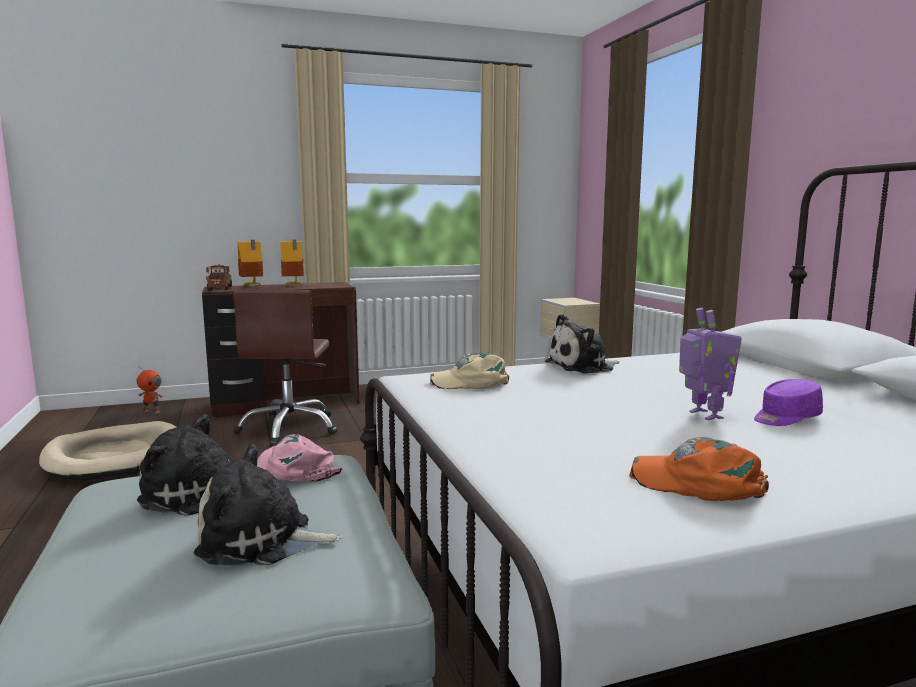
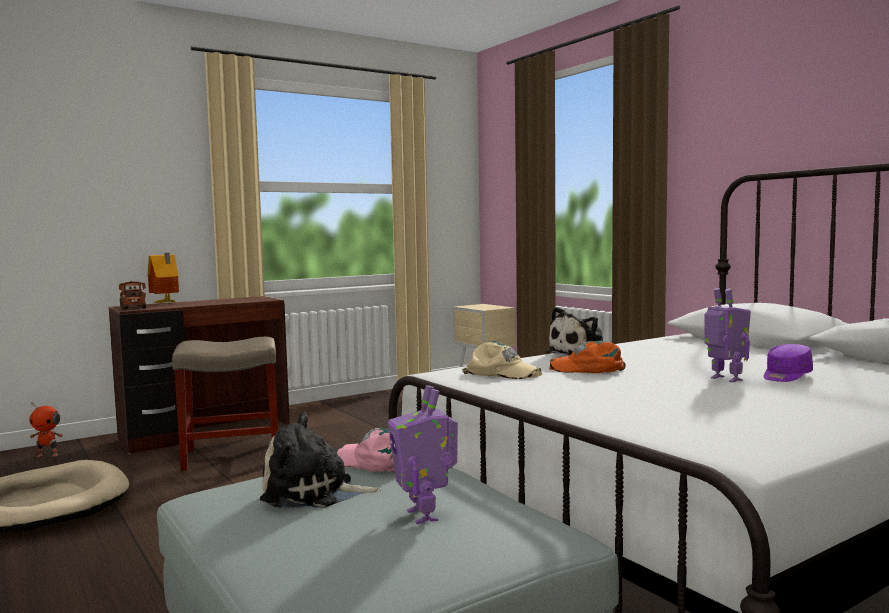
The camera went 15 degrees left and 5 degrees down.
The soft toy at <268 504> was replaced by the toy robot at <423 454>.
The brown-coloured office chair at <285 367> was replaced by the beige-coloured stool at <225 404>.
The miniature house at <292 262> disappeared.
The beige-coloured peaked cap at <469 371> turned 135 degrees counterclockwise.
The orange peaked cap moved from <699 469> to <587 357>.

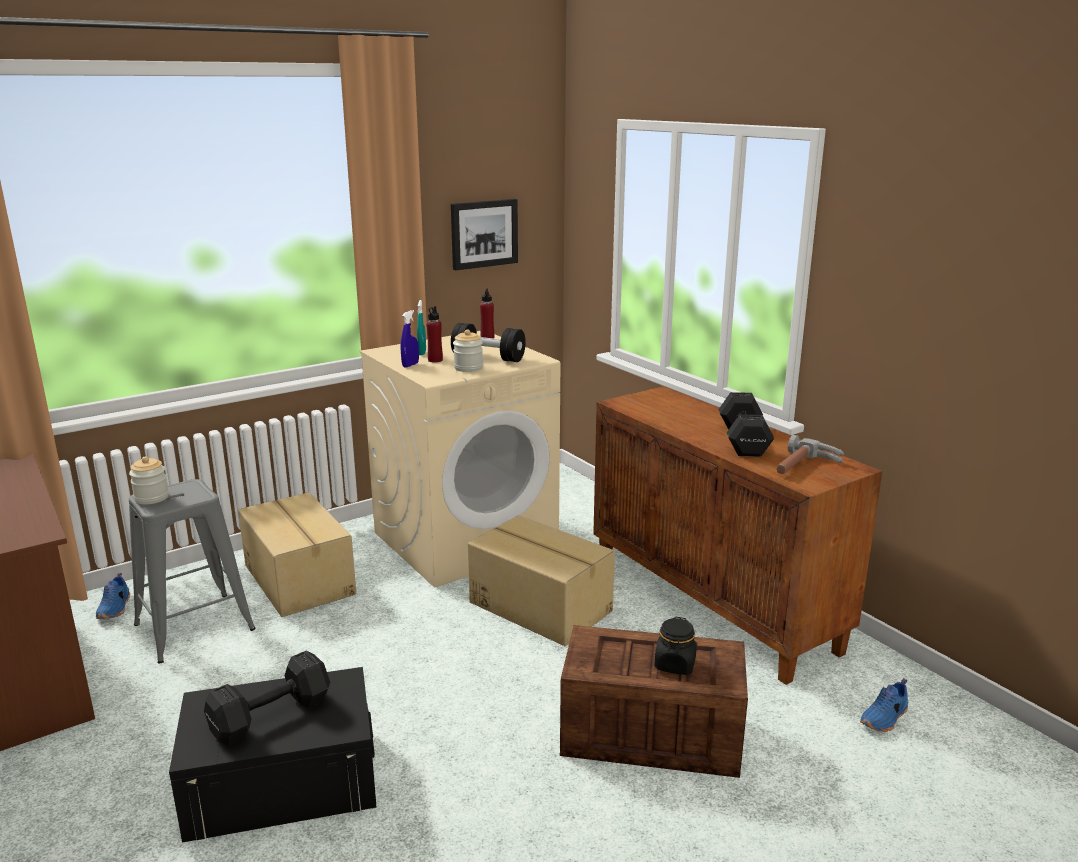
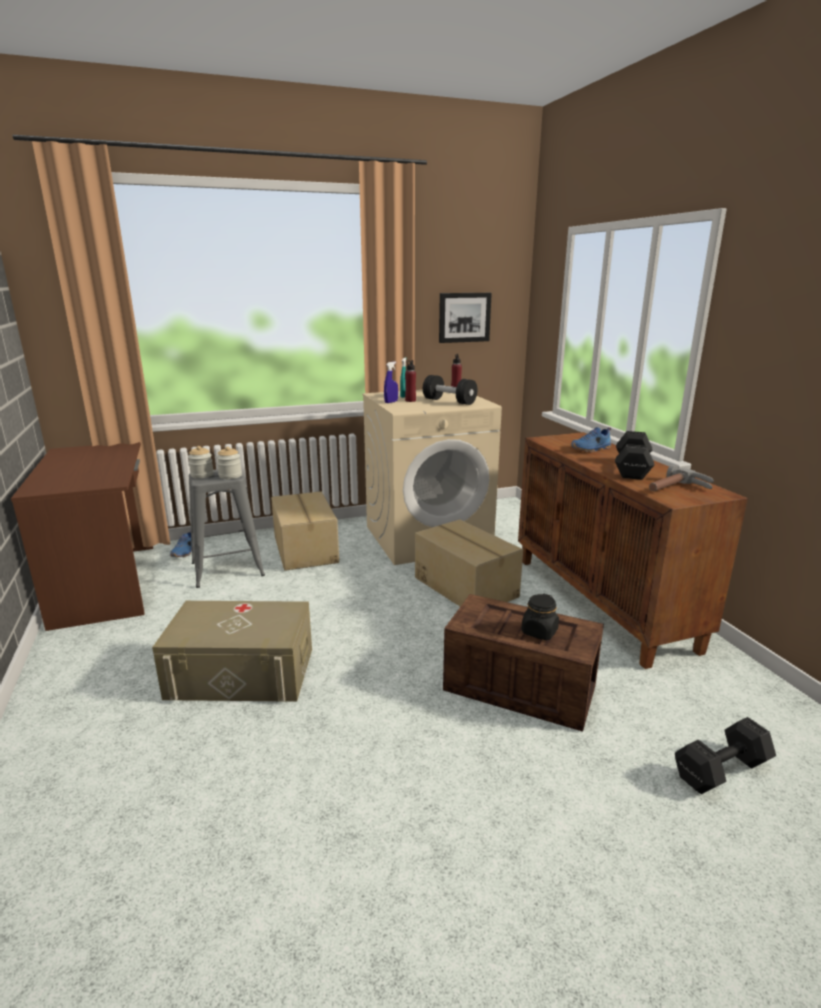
The camera went 15 degrees right and 0 degrees up.
The black-coloured storage box at <272 755> became the beige-coloured storage box at <232 651>.
The black-coloured free weight moved from <267 698> to <725 755>.
The storage jar moved from <468 350> to <229 462>.
The bluish shoe moved from <884 705> to <591 440>.

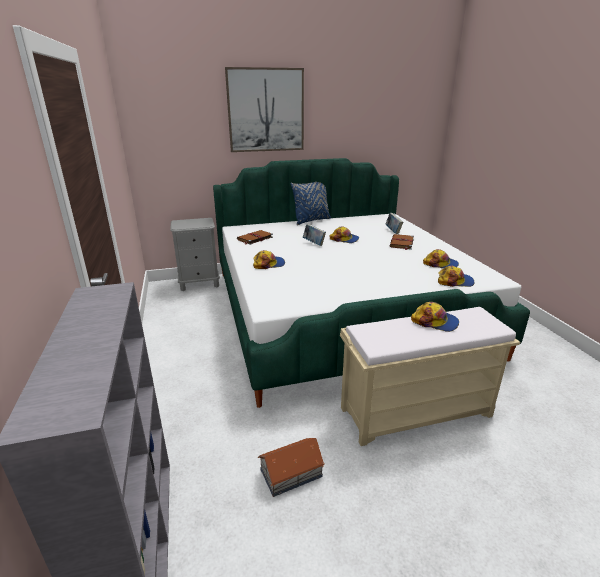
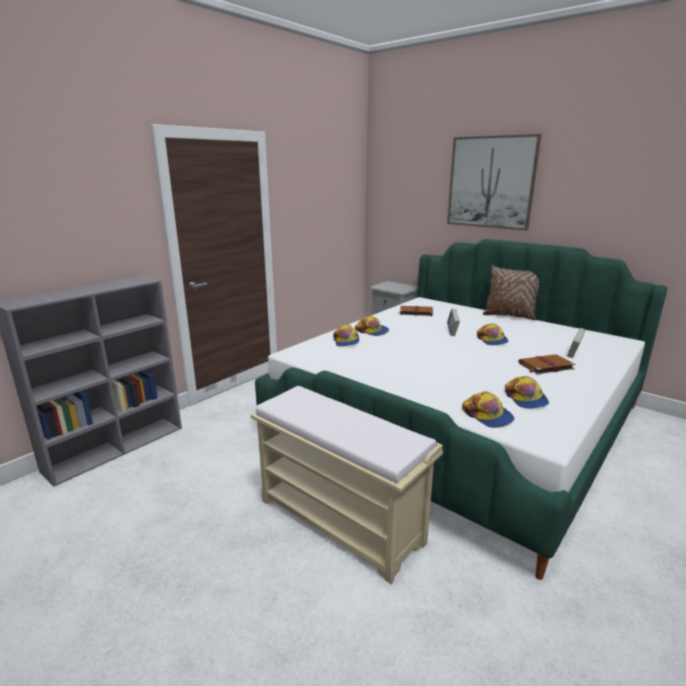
The camera went 55 degrees right and 5 degrees down.
The miniature house at <291 467> disappeared.
The bluish throw pillow at <310 203> became the brown-coloured throw pillow at <511 292>.
The peaked cap moved from <435 317> to <346 335>.

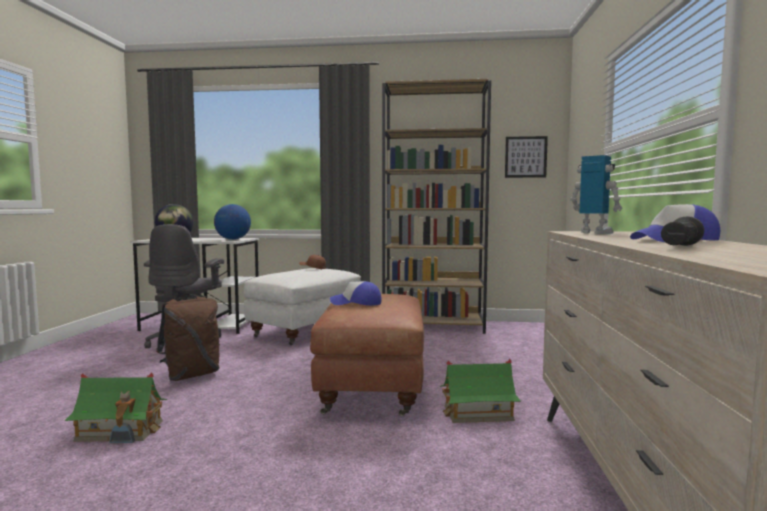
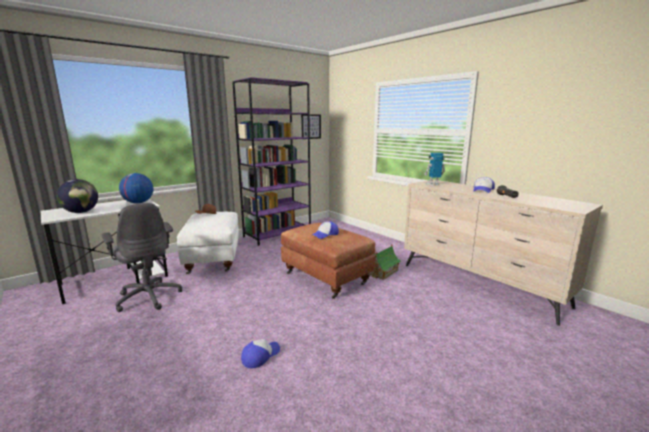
The camera went 45 degrees left and 10 degrees up.
The miniature house at <116 408> was replaced by the peaked cap at <260 353>.
The brown-coloured rucksack at <188 338> disappeared.
The brown-coloured bookcase at <436 206> became the purple-coloured bookcase at <271 161>.

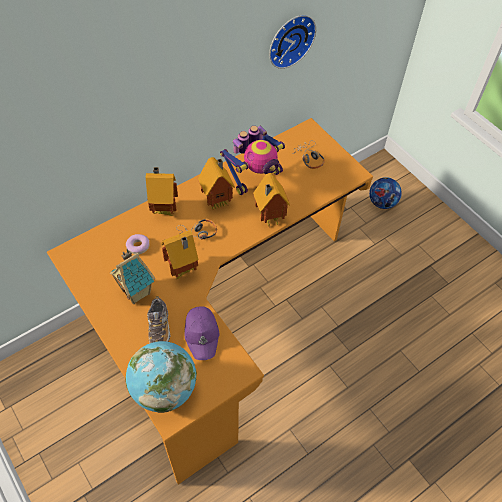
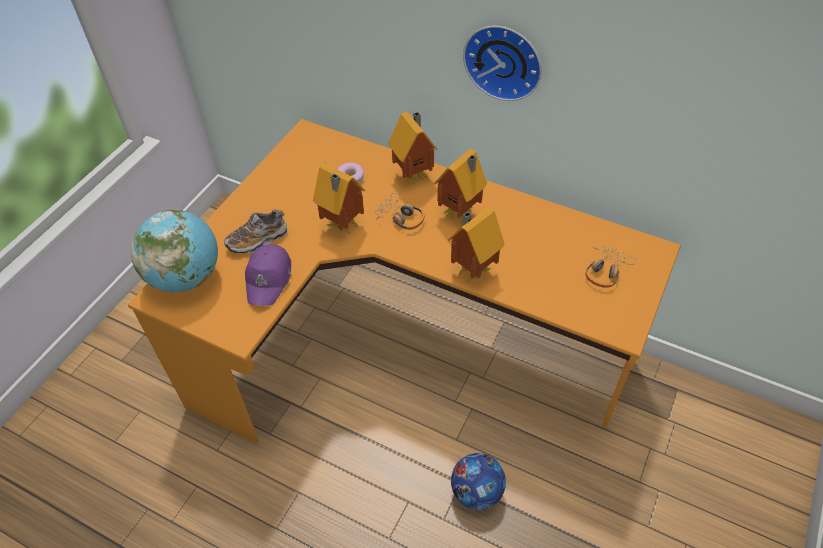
The camera went 65 degrees right and 5 degrees down.
The miniature house at <132 276> disappeared.
The purple-coloured peaked cap at <201 333> turned 45 degrees counterclockwise.
The toy robot at <252 160> disappeared.
The clock on the wall moved from <292 42> to <502 63>.
The ball for football moved from <385 193> to <478 481>.

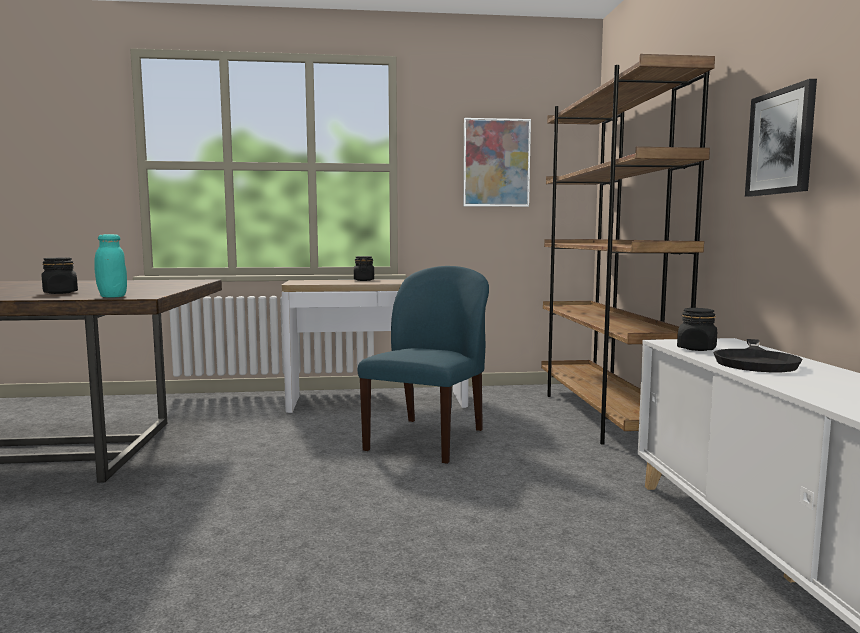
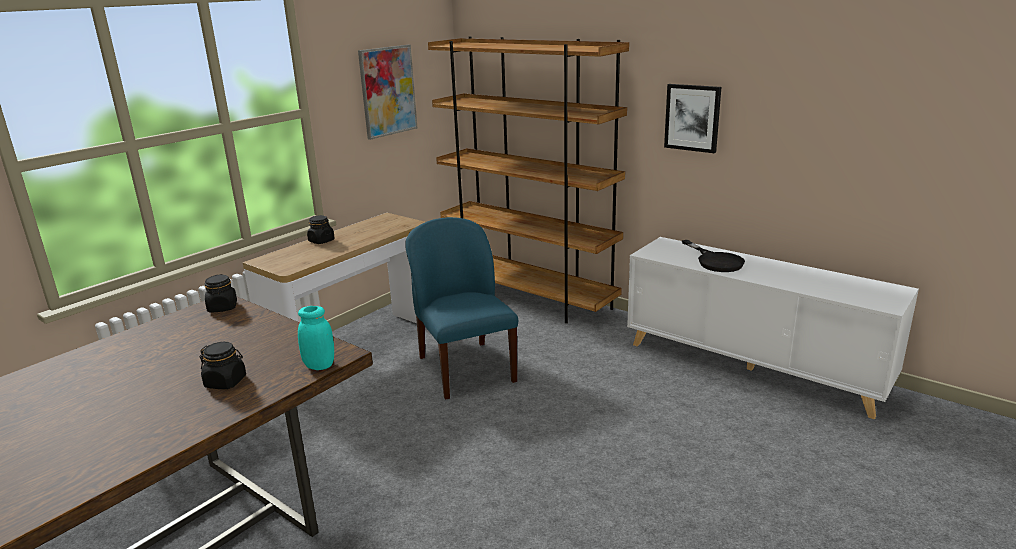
The camera went 45 degrees left and 15 degrees up.
The black-coloured storage jar moved from <697 329> to <220 293>.

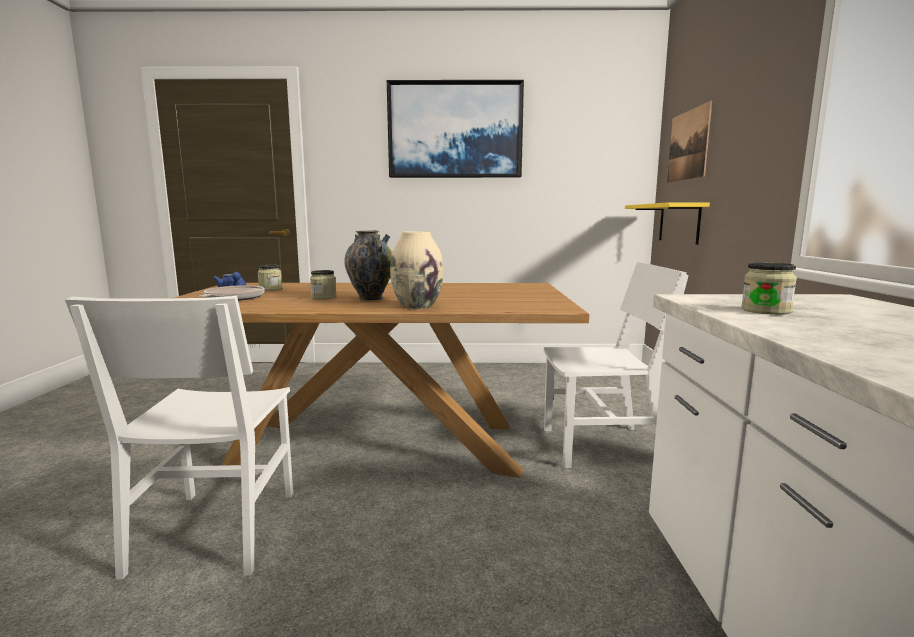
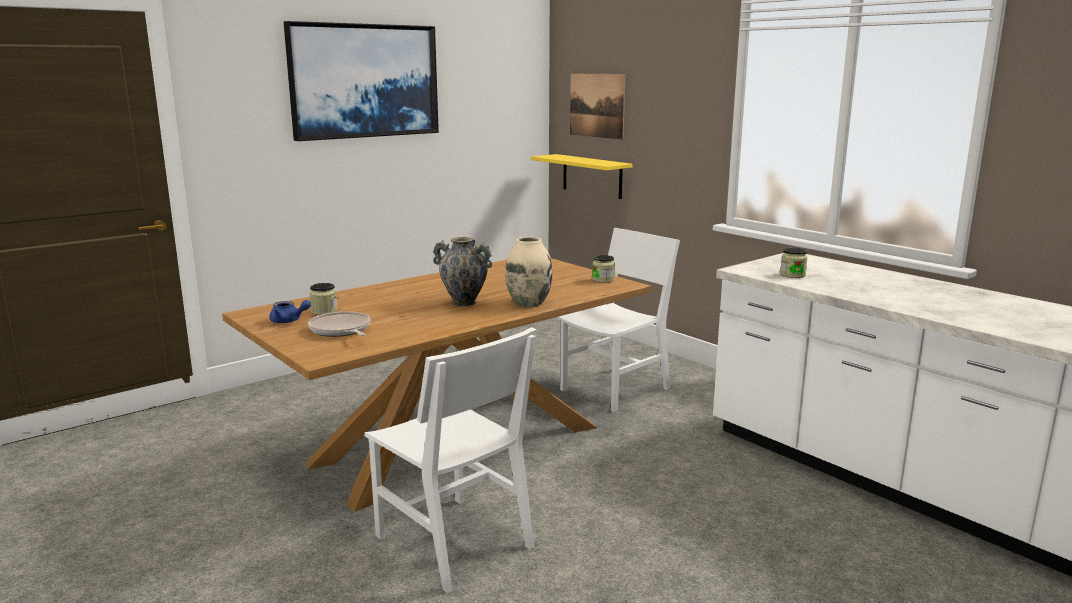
The camera went 40 degrees left and 5 degrees up.
The storage jar moved from <323 284> to <603 269>.

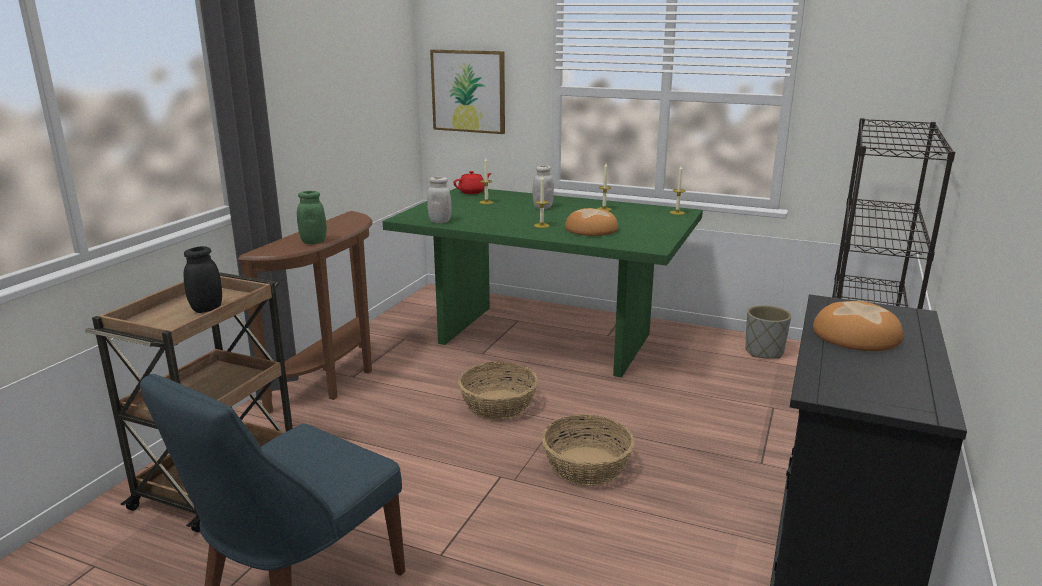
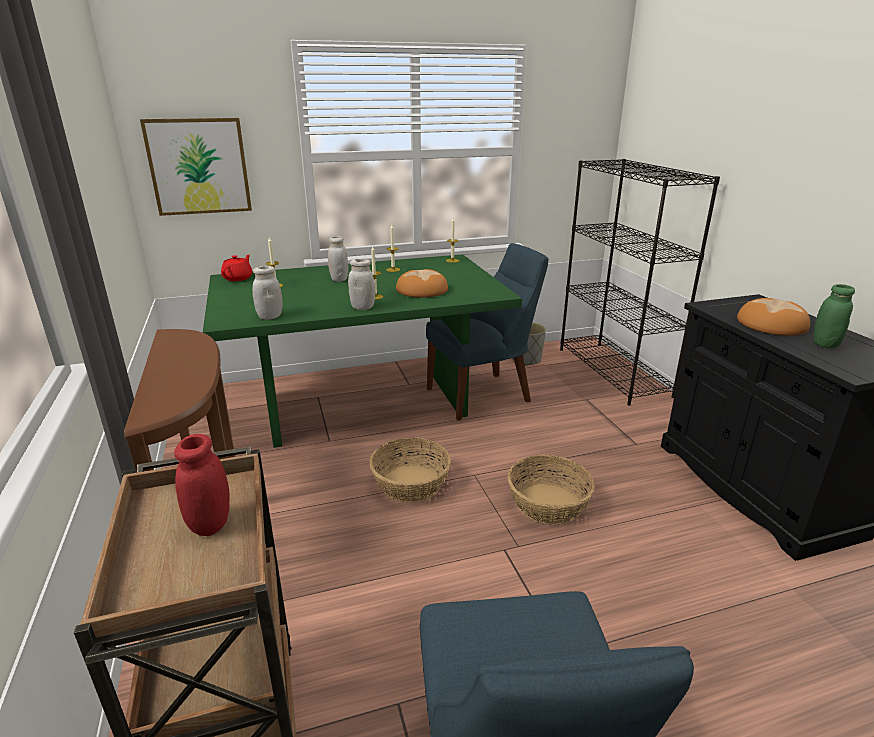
The camera went 40 degrees left and 5 degrees up.
The black-coloured storage jar at <203 279> became the reddish storage jar at <202 485>.
The greenish storage jar moved from <312 217> to <834 316>.
The white storage jar at <361 284> appeared.
The bluish upright chair at <487 332> appeared.

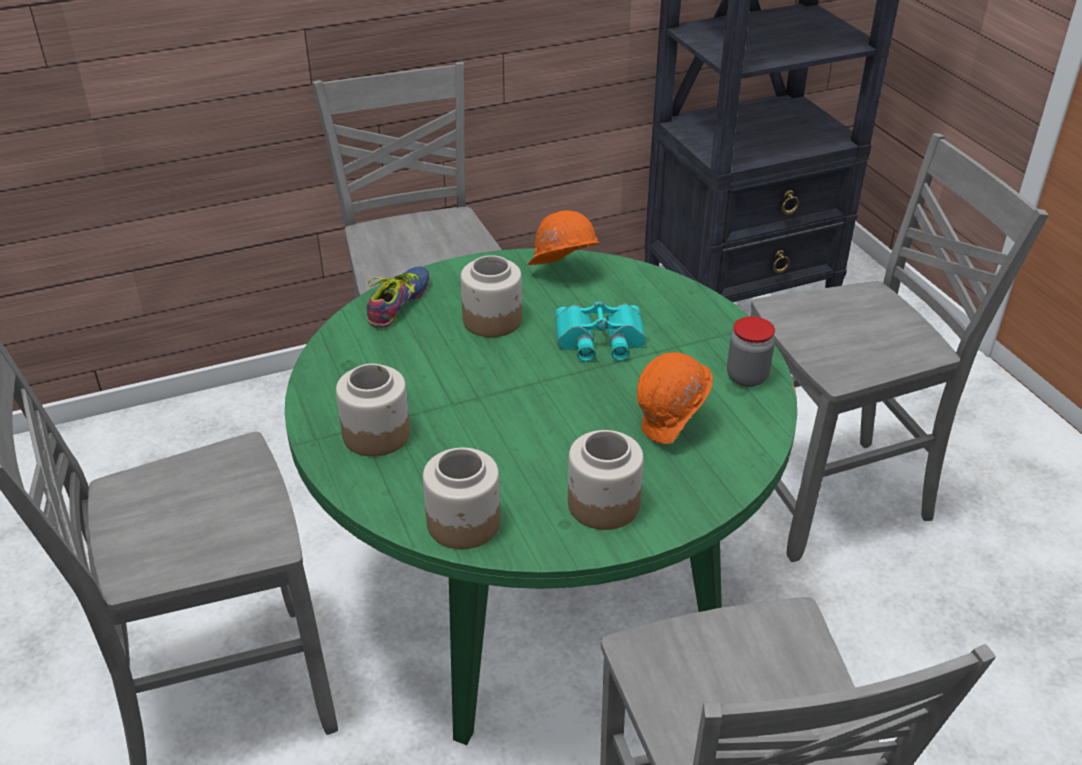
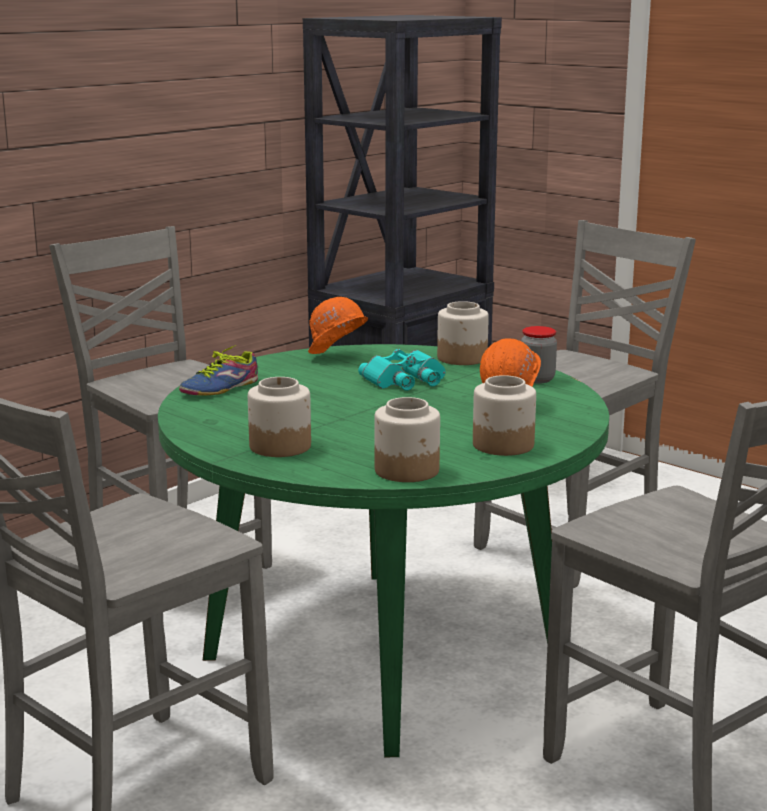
The camera went 25 degrees left and 20 degrees down.
The shoe at <398 297> turned 135 degrees counterclockwise.
The storage jar moved from <491 296> to <463 333>.

